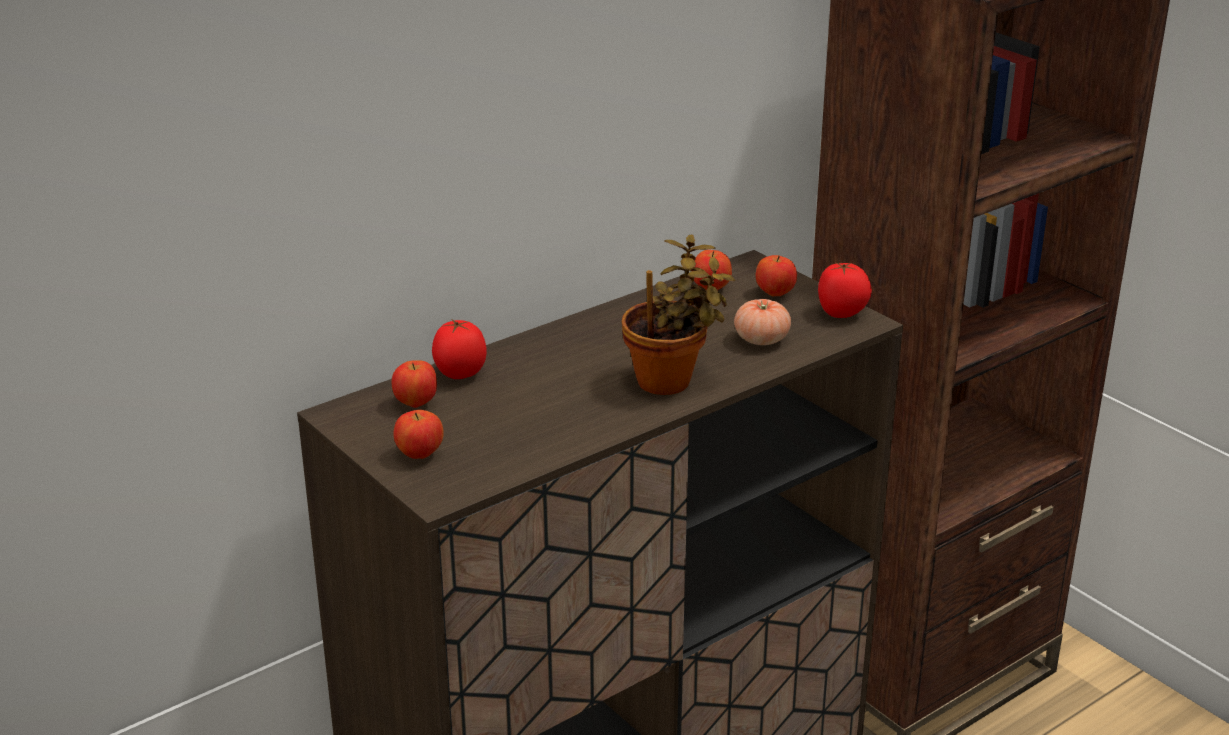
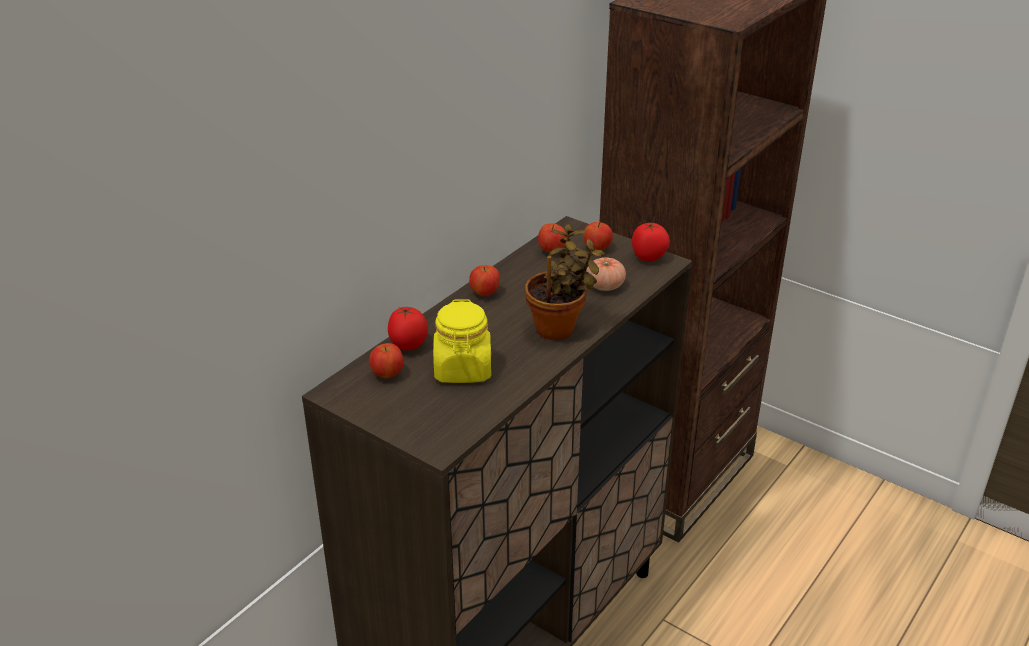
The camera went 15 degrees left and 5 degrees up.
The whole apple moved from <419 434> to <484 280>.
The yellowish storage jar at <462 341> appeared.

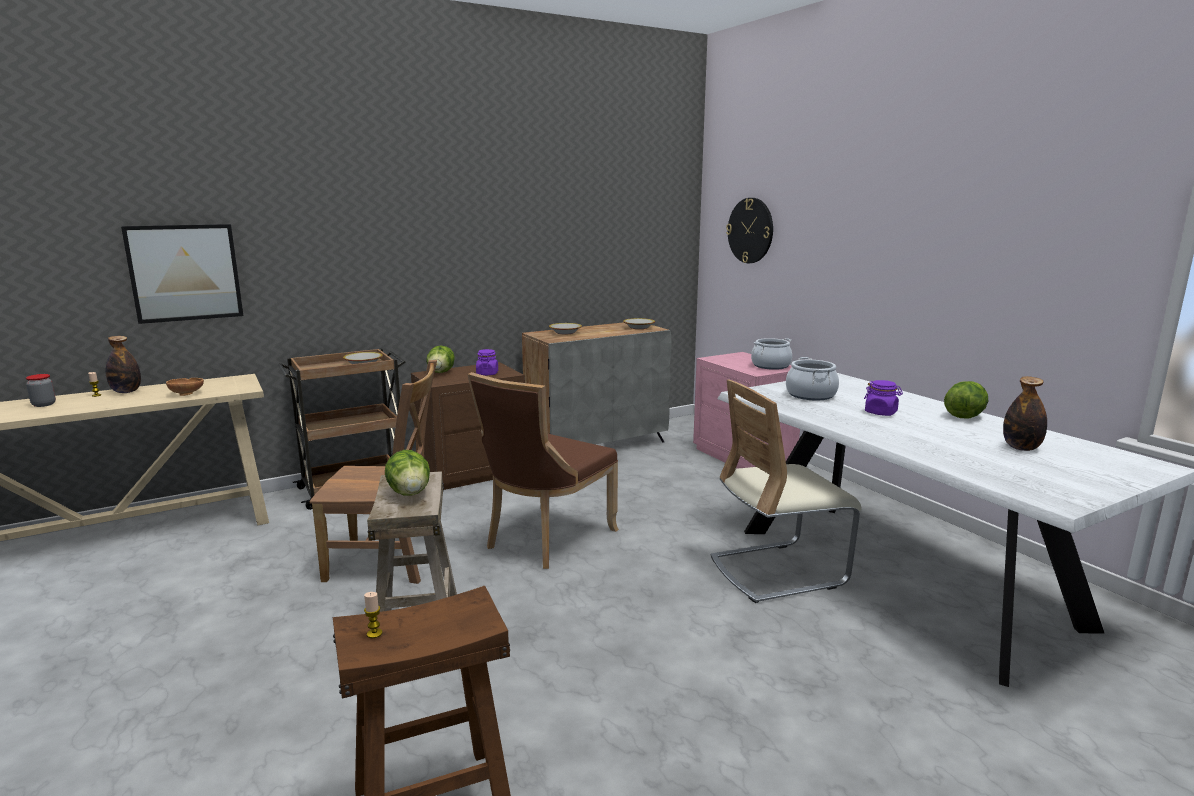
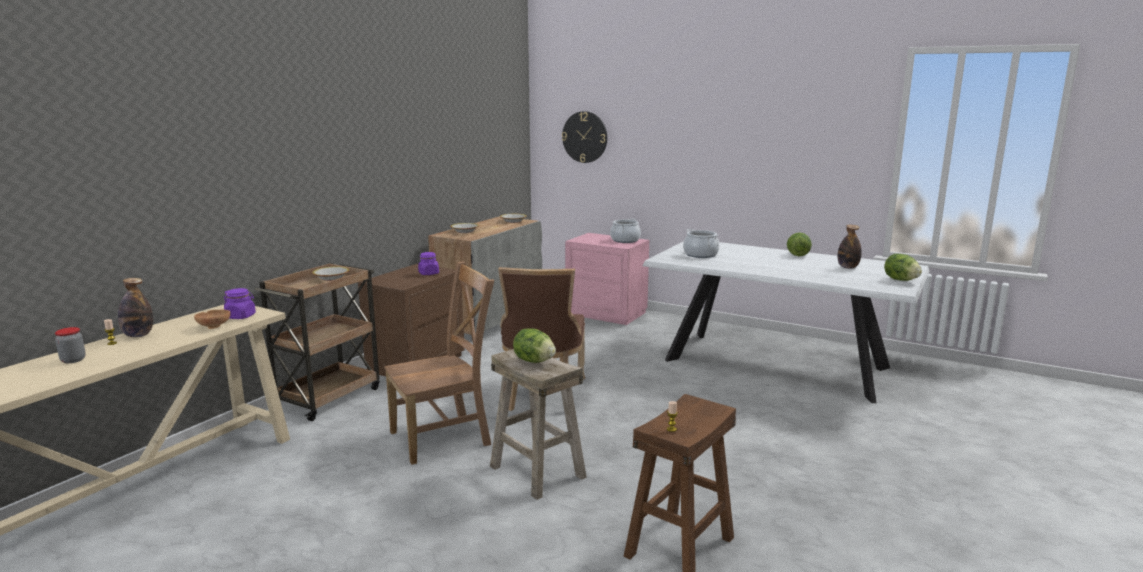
The camera went 30 degrees left and 0 degrees up.
The wall art at <182 274> disappeared.
The lettuce head moved from <440 359> to <903 267>.
The beige-coloured upright chair at <786 491> disappeared.
The purple-coloured storage jar moved from <883 398> to <240 303>.

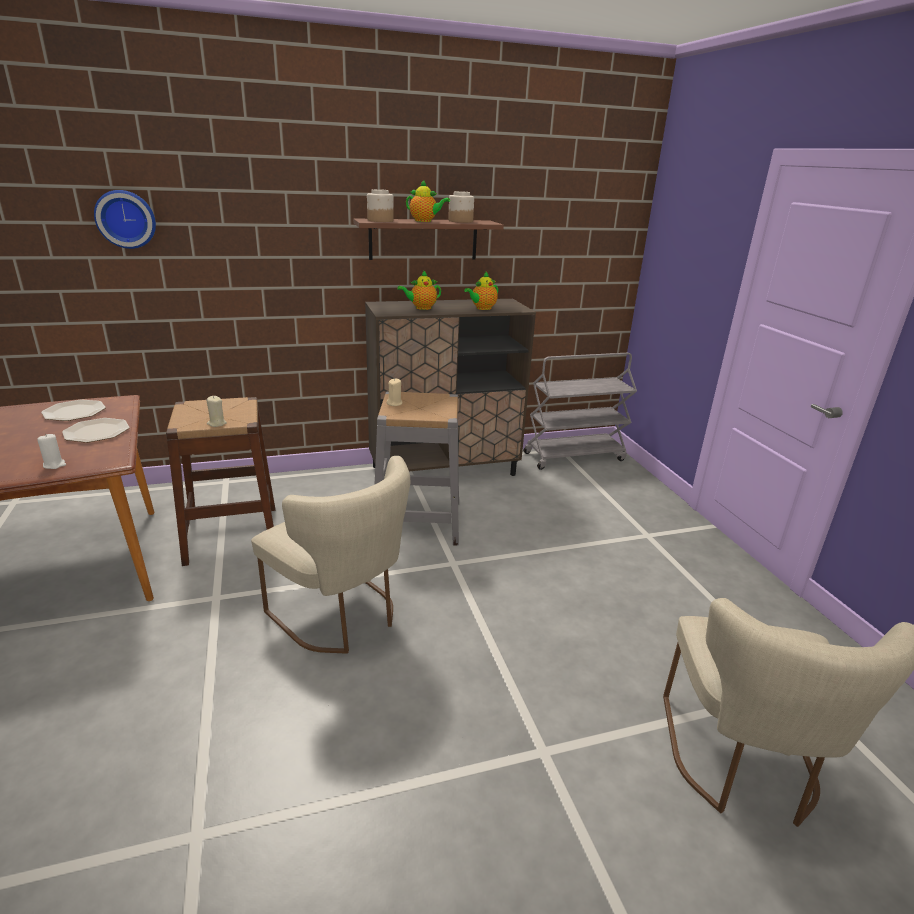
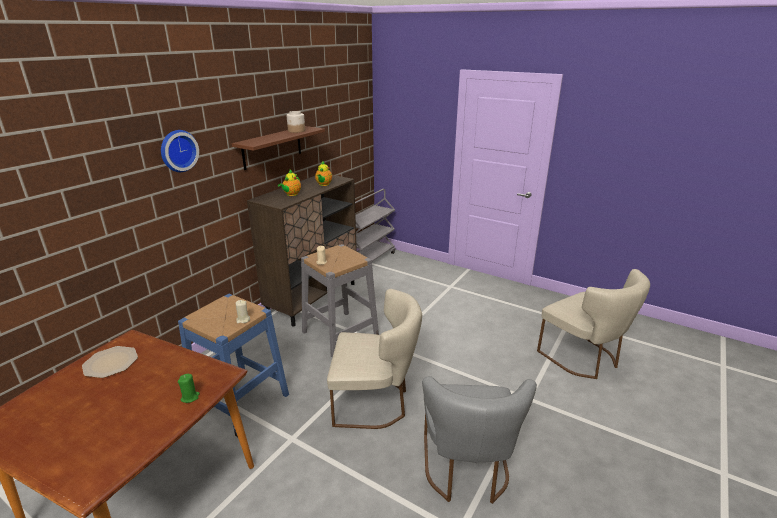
The camera went 40 degrees left and 0 degrees up.
The white wax candle at <51 451> became the greenish wax candle at <189 388>.
The plate at <96 430> disappeared.
The clock on the wall moved from <125 219> to <180 151>.
The brown-coloured stool at <221 481> became the bluish stool at <233 365>.
The storage jar at <380 205> disappeared.
The pot for tea at <428 201> disappeared.
The greyish upright chair at <479 440> appeared.

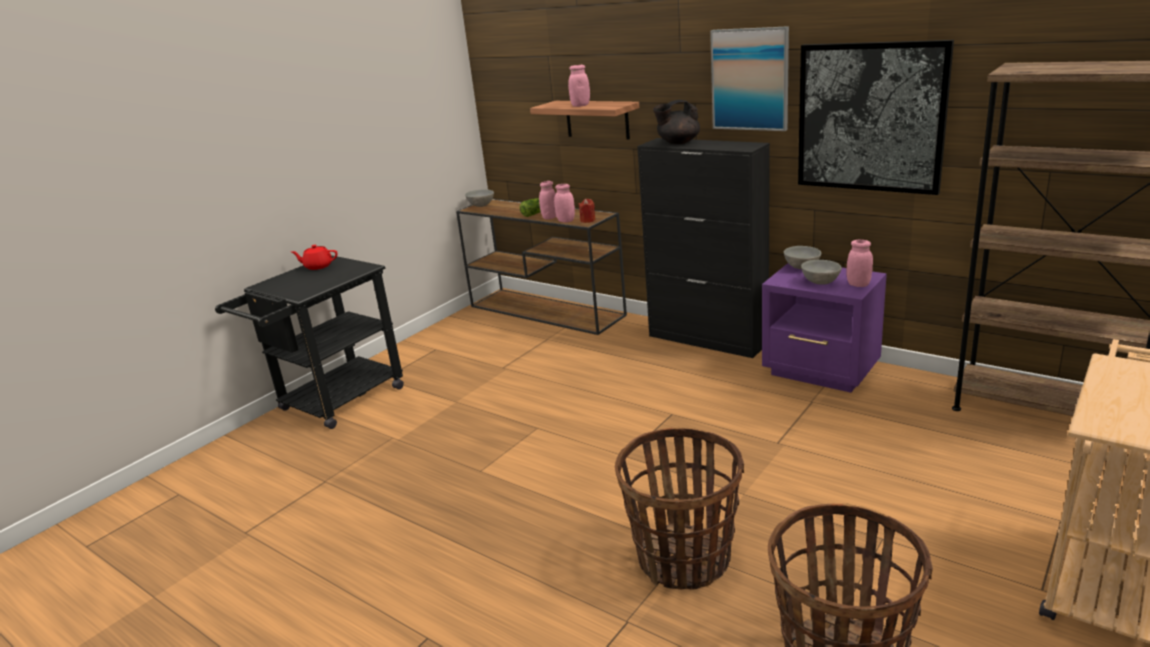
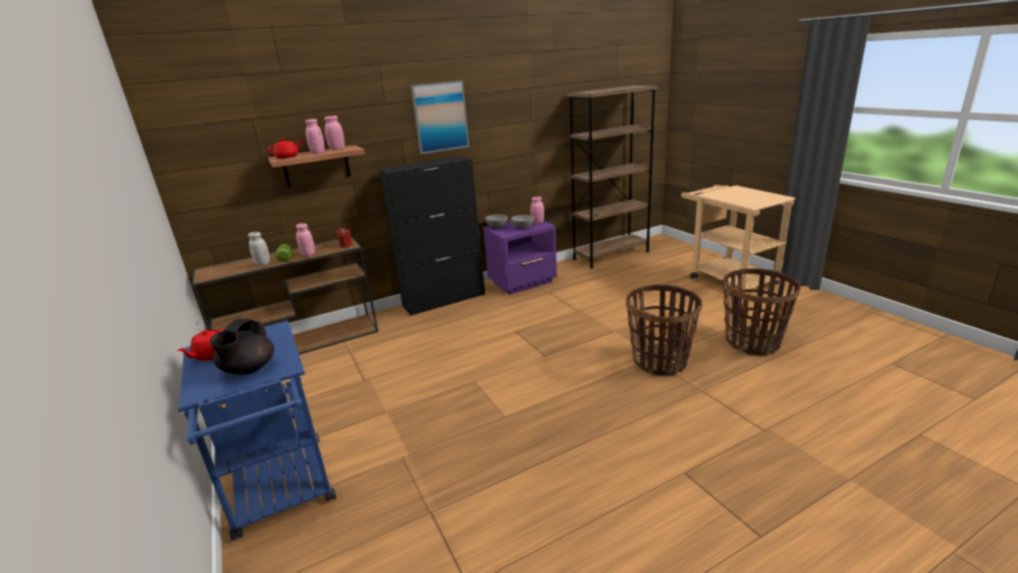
The camera went 65 degrees left and 0 degrees up.
The black-coloured cart at <309 342> became the bluish cart at <257 430>.
The greyish bowl at <479 198> disappeared.
The pink-coloured storage jar moved from <564 203> to <334 133>.
The black-coloured pot for tea moved from <676 122> to <242 347>.
The wall art at <876 117> disappeared.
The white storage jar at <259 249> appeared.
The reddish pot for tea at <285 148> appeared.

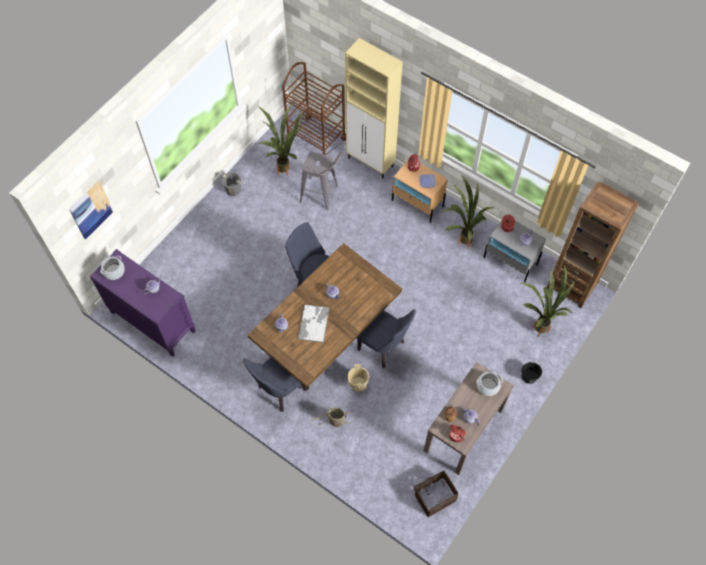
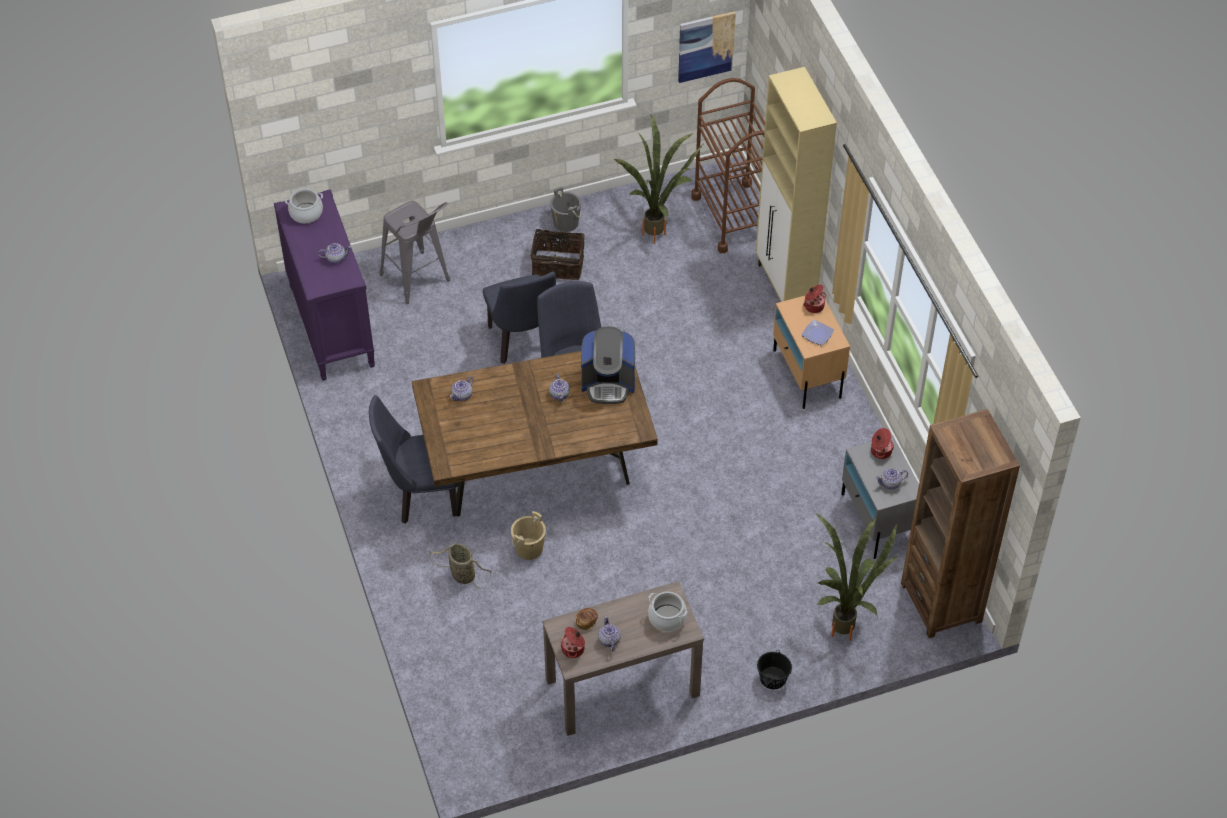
The camera went 35 degrees right and 10 degrees down.
The wall art moved from <91 210> to <707 47>.
The carrying tray at <313 323> disappeared.
The greyish stool moved from <321 176> to <415 252>.
The bluish upright chair moved from <386 338> to <519 318>.
The household basket moved from <436 494> to <558 254>.
The plant in a pot at <468 211> disappeared.
The coffee brewer at <608 365> appeared.

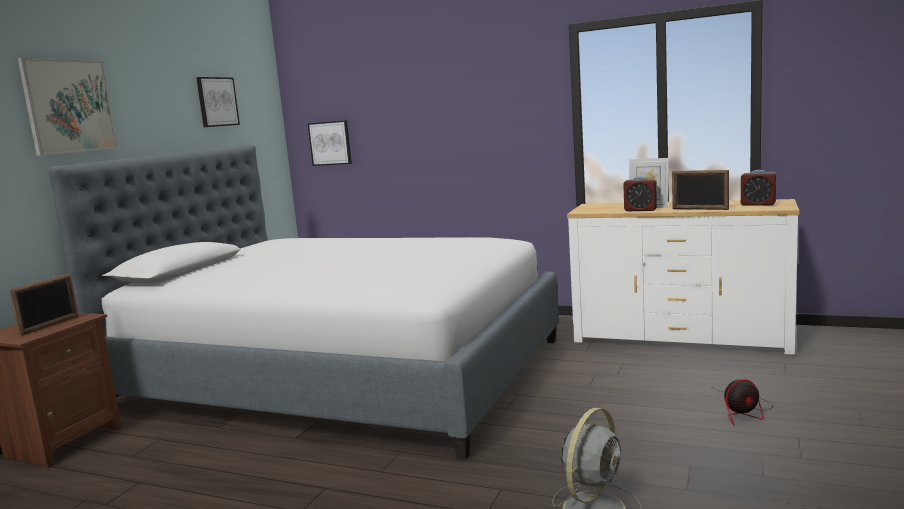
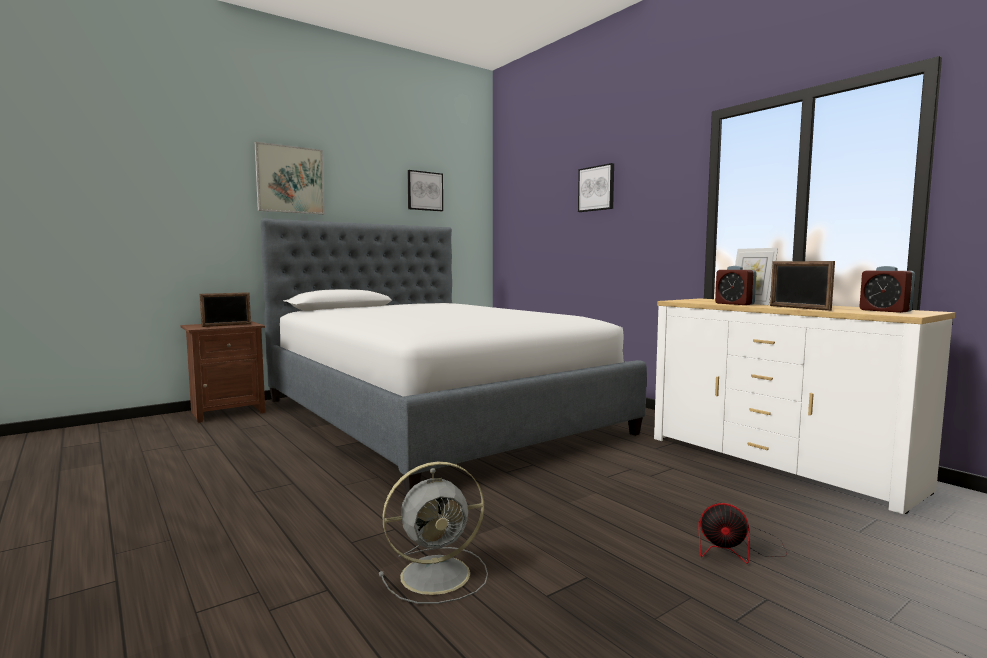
The camera went 30 degrees right and 5 degrees down.
The wall art moved from <330 143> to <596 187>.

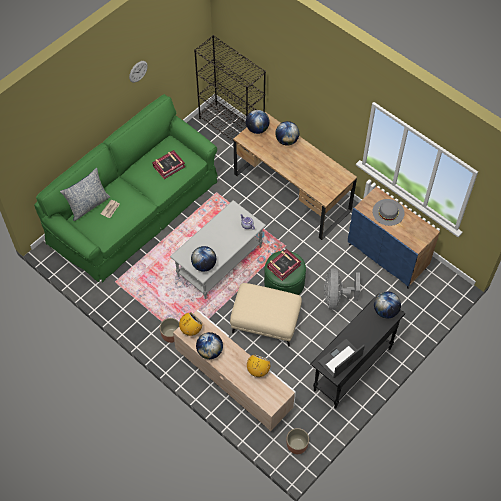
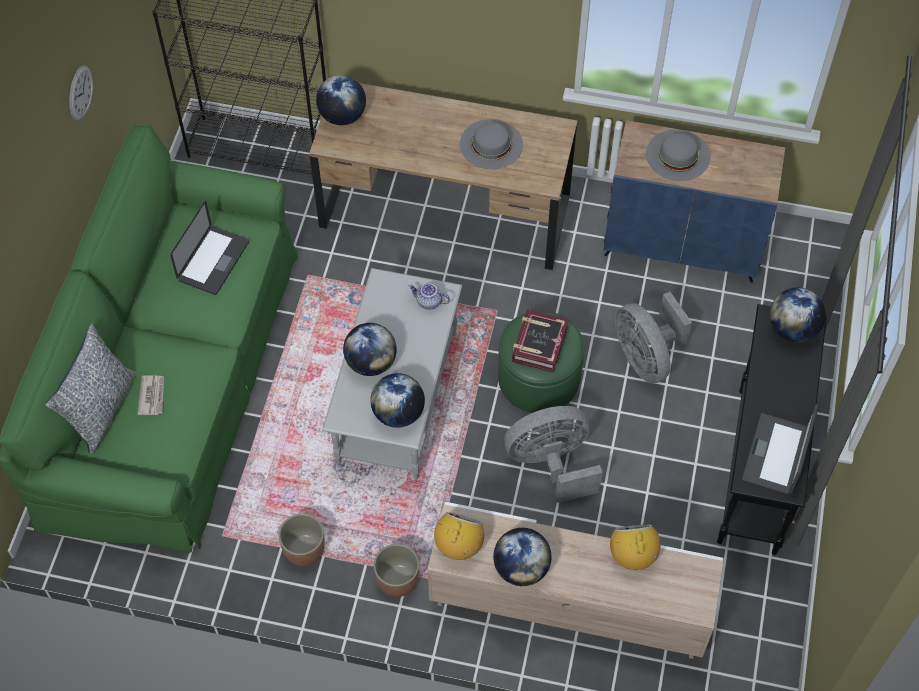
The camera went 30 degrees left and 0 degrees up.
The book at <168 164> was replaced by the notebook computer at <209 248>.
The beige-coloured footrest at <266 315> was replaced by the greyish fan at <553 454>.
The globe moved from <287 133> to <370 349>.
The plant pot moved from <298 441> to <302 540>.
The greyish clothing hat at <491 144> appeared.

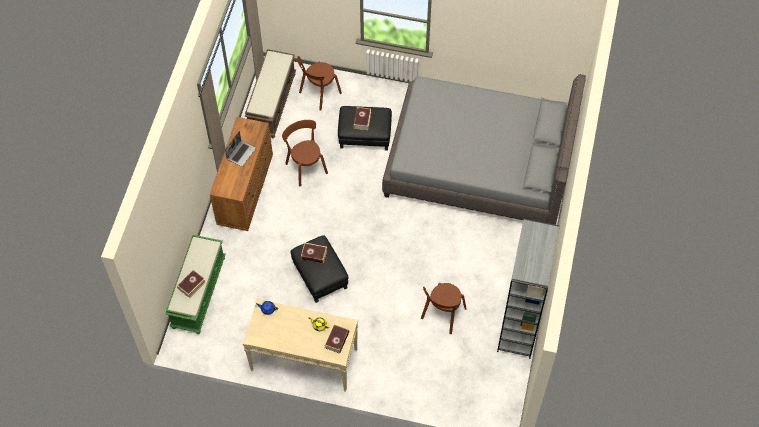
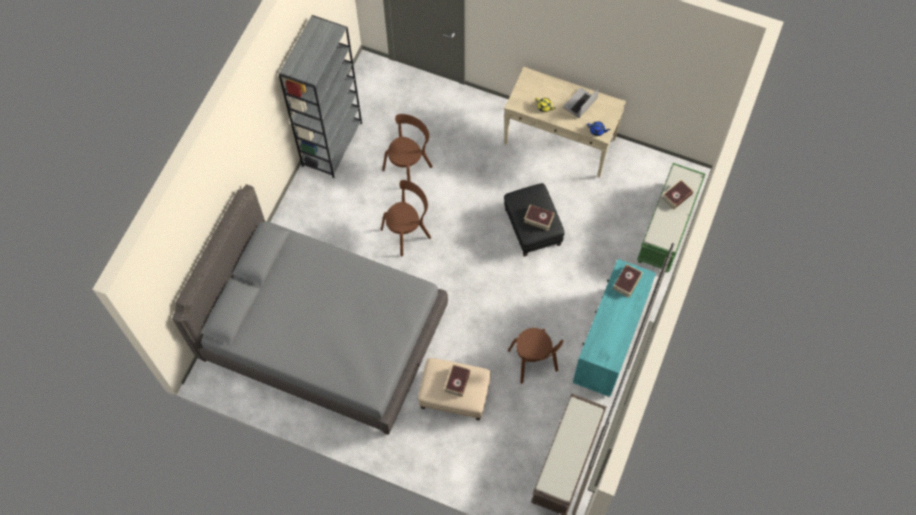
The camera went 170 degrees left and 5 degrees up.
The brown-coloured dresser at <241 174> became the blue-green dresser at <614 328>.
The notebook computer moved from <240 149> to <581 103>.
The brown-coloured upright chair moved from <319 83> to <406 218>.
The book moved from <336 339> to <628 281>.
The black-coloured footrest at <365 128> became the beige-coloured footrest at <454 389>.

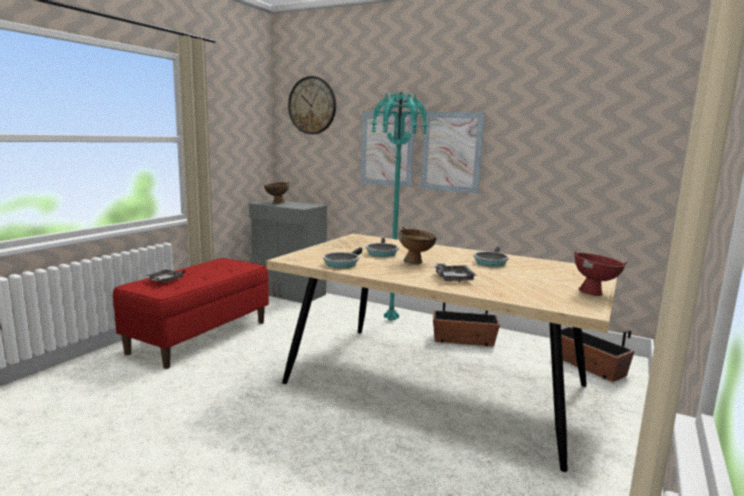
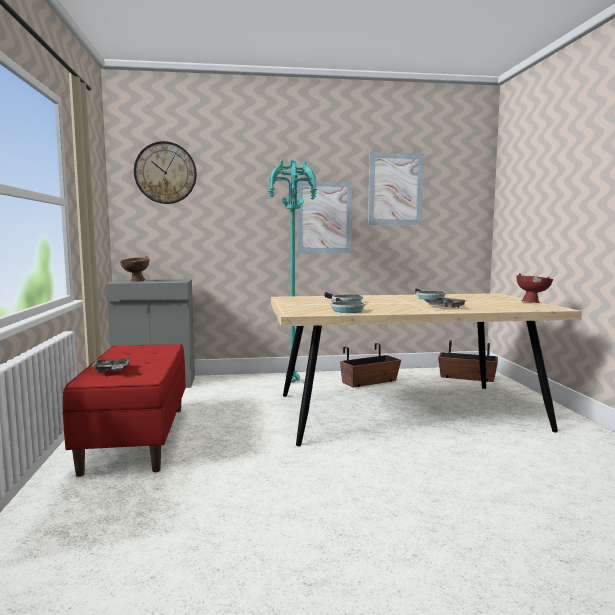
The camera went 35 degrees left and 5 degrees down.
The wall art moved from <387 149> to <396 188>.
The brown-coloured bowl at <418 245> disappeared.

